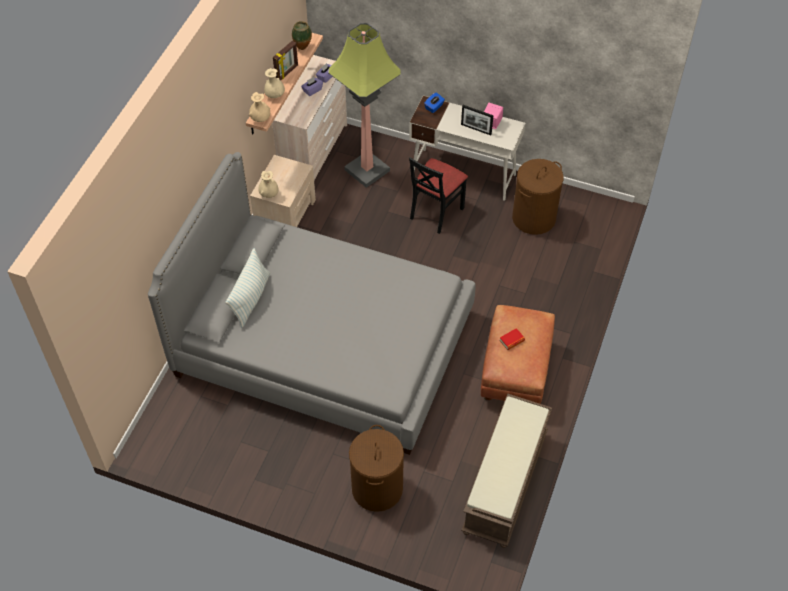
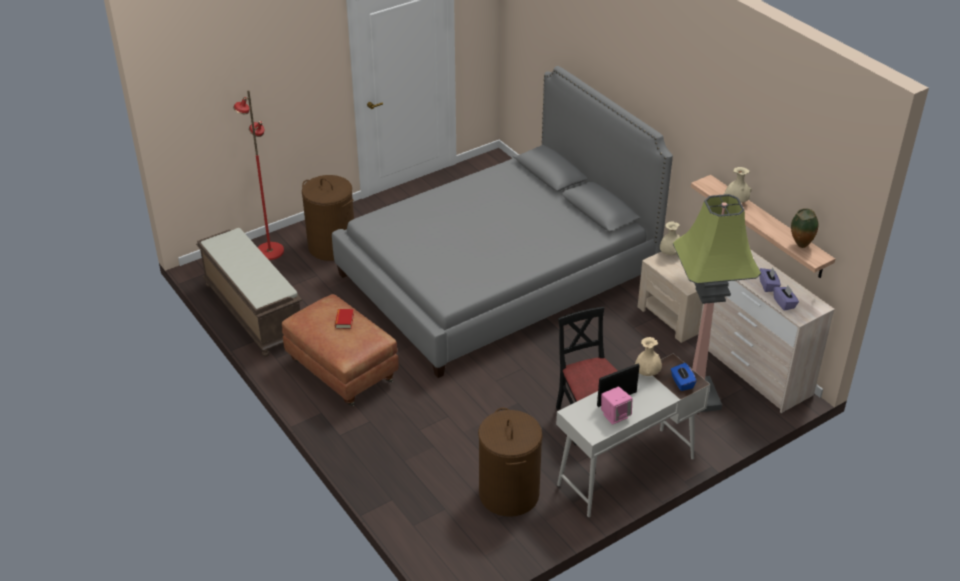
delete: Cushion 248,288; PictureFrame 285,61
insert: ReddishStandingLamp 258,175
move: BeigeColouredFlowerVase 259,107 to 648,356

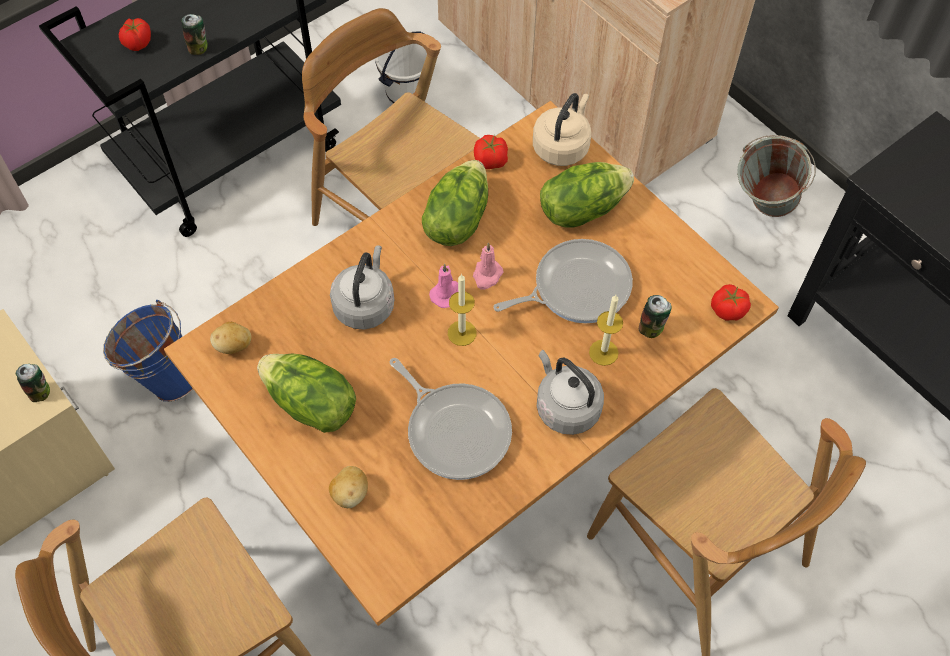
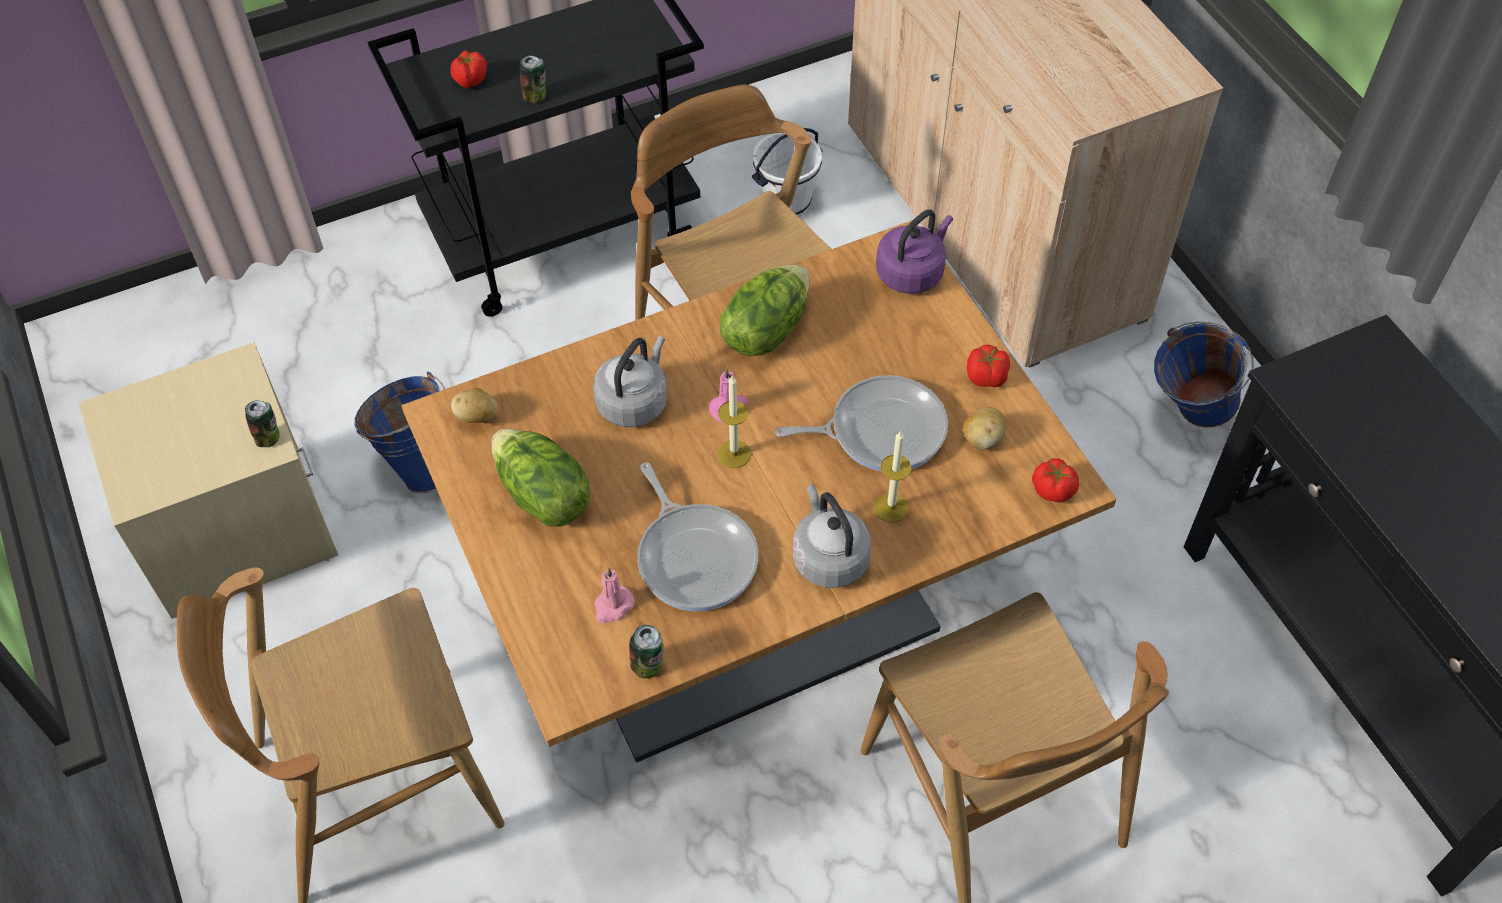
delete: LettuceHead 587,194
move: PinkWaxCandle 488,266 to 614,595; Can 655,316 to 646,652; Spud 348,487 to 984,428; Tomato 491,152 to 988,366
recolor: BeigeColouredTeaKettle 562,129 to PurpleColouredTeaKettle 914,252; GrayPail 776,176 to BluePail 1203,375

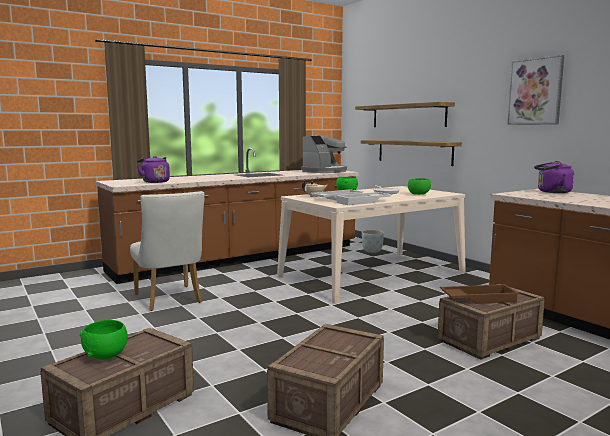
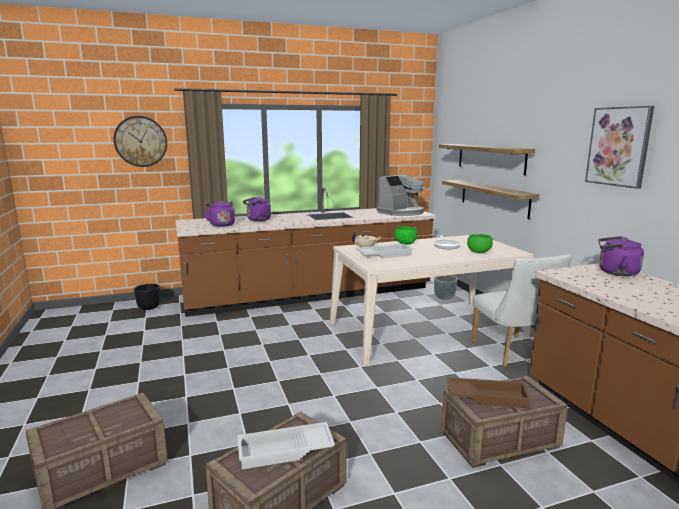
delete: GreenishBowl 103,340
insert: WallClock 140,141; BlackColouredPlantPot 147,297; PurpleColouredTeaKettle 257,209
move: WhiteColouredTray 363,198 to 286,445; WhiteColouredChair 167,251 to 521,310

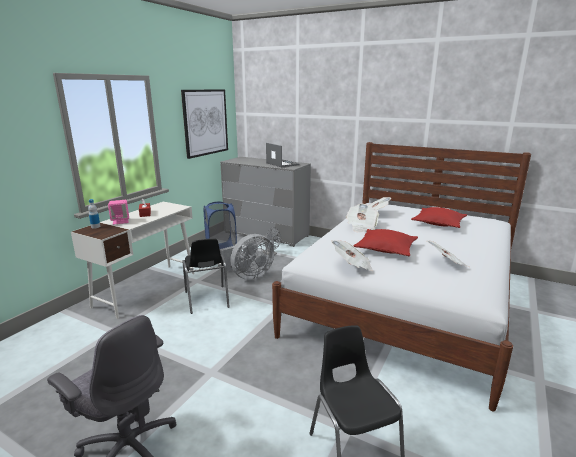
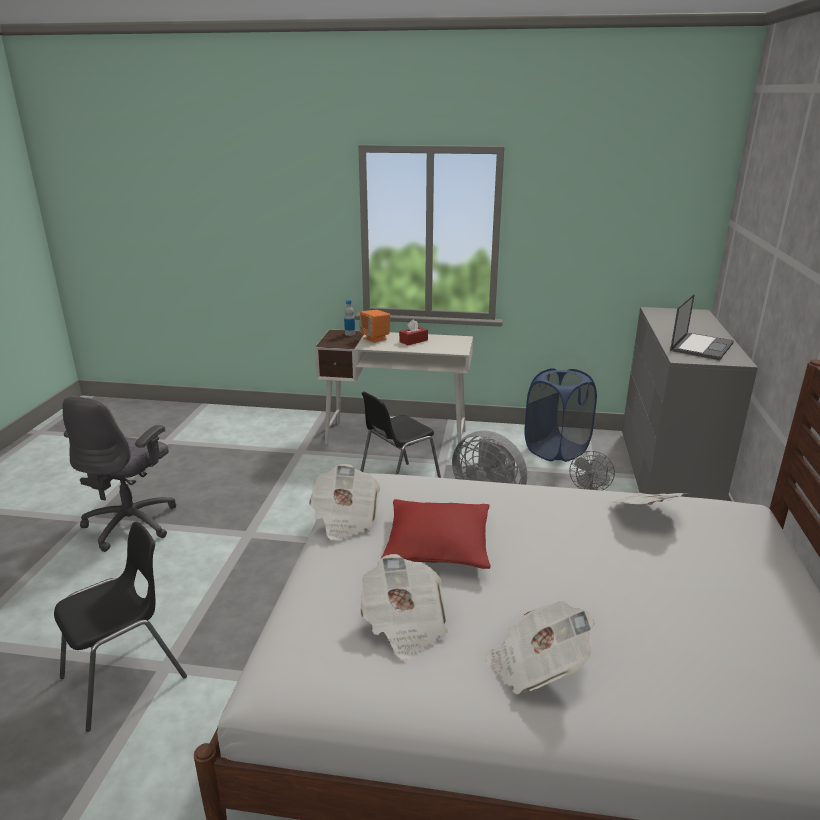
delete: Picture 204,124; ReddishCushion 439,217
move: DailyPaper 362,218 to 540,647
recolor: PinkSpeaker 118,212 to OrangeSpeaker 374,326

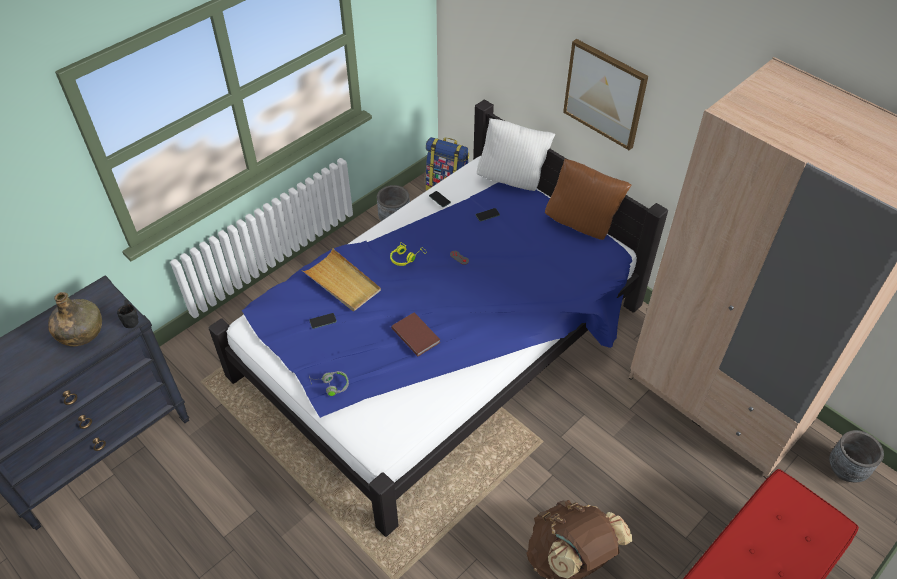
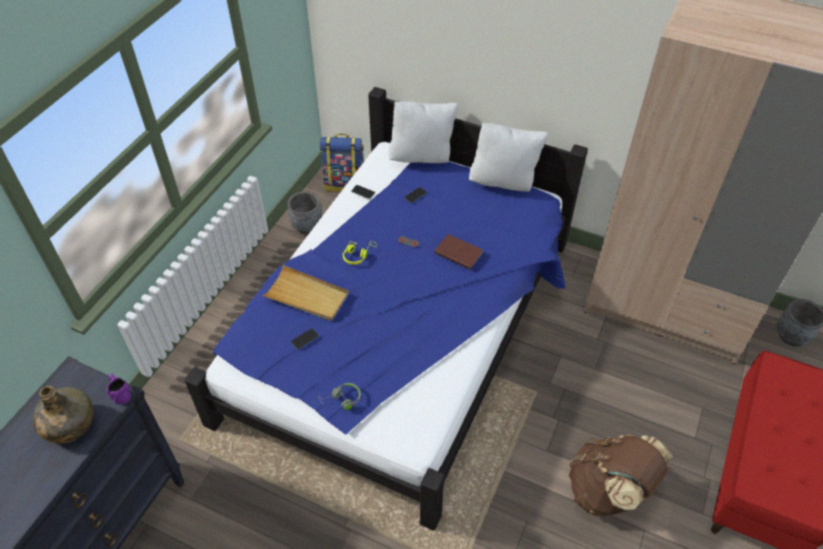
delete: Picture 605,94
move: BrownVolume 416,334 to 458,251
recolor: BlackColouredCoffeeMug 128,313 to PurpleColouredCoffeeMug 118,389; BrownCushion 588,199 to WhiteColouredCushion 508,157

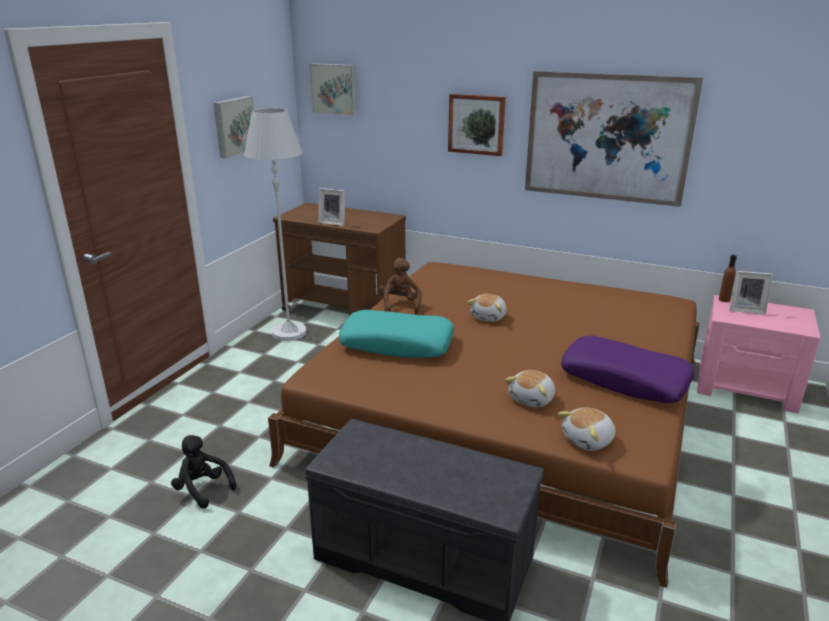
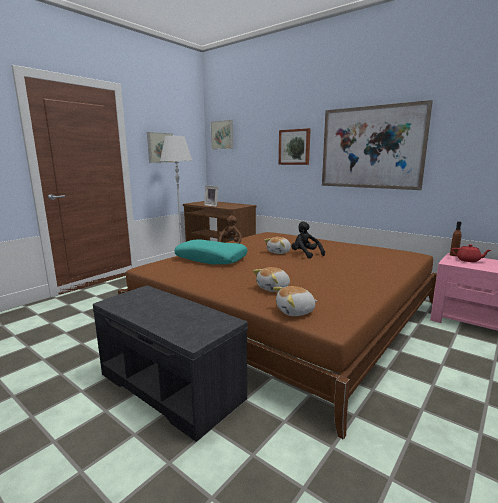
delete: PurpleColouredCushion 627,369
move: BlackColouredCuddlyToy 203,472 to 308,240
replace: PictureFrame 751,292 to ReddishTeapot 471,253

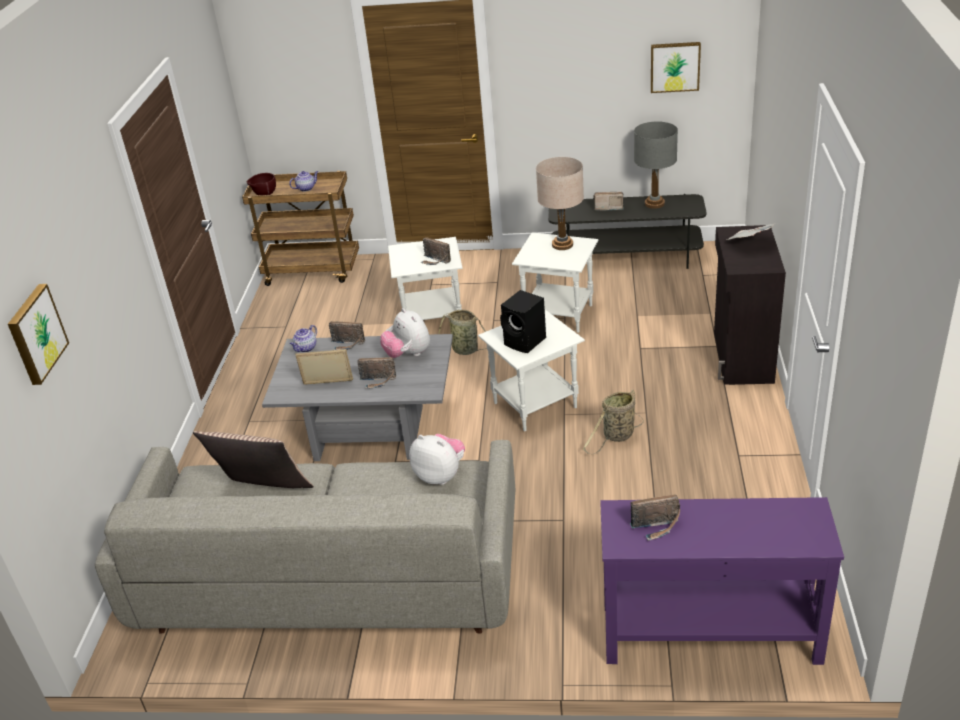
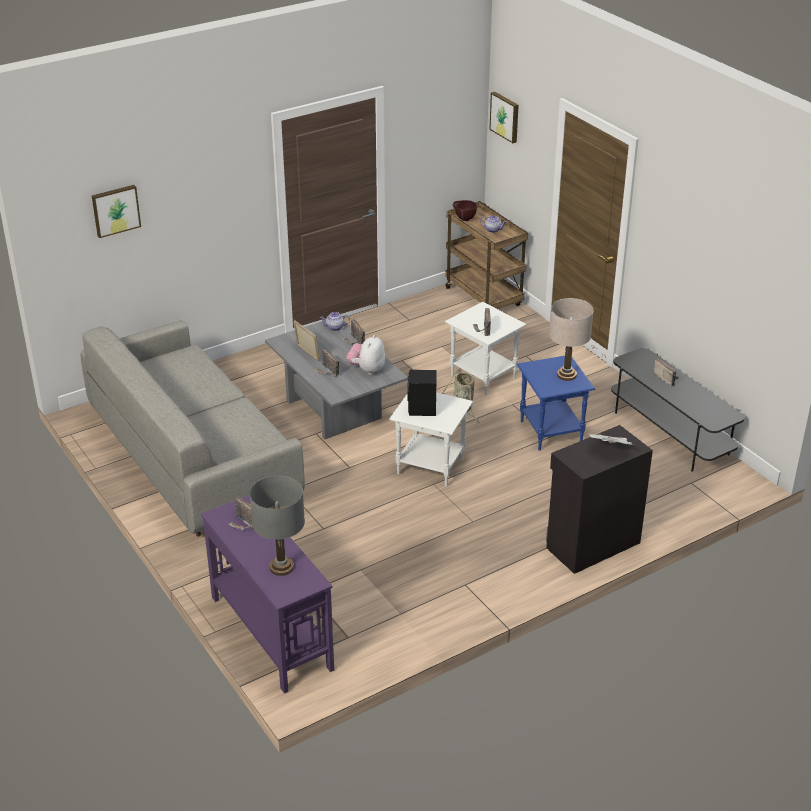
delete: Cushion 253,459; CuddlyToy 437,459; StorageBasket 613,422
move: GrayTabletopLamp 656,165 to 277,526; Picture 676,67 to 504,117
recolor: WhiteColouredEndTable 555,282 to BlueEndTable 556,403

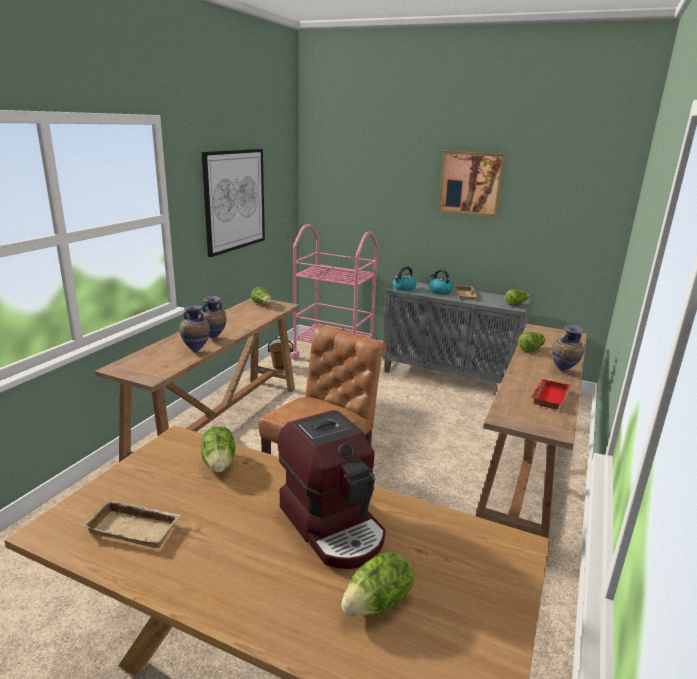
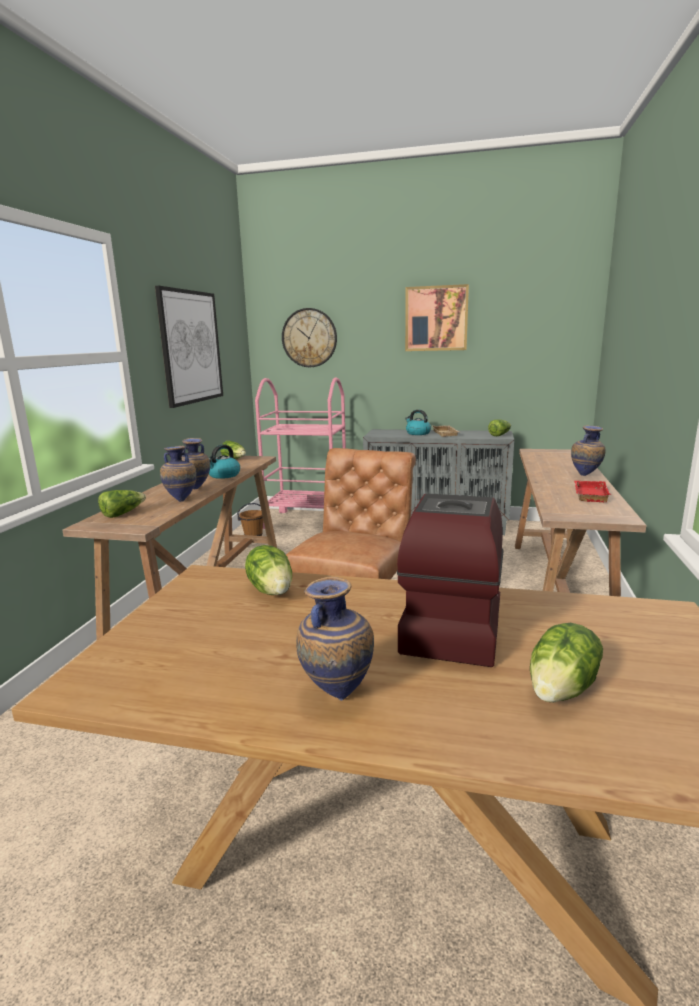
delete: BeigeColouredTray 131,524
insert: WallClock 309,337; FlowerVase 335,639
move: LettuceHead 531,342 to 122,504; TeaKettle 404,278 to 224,462
rotate: CoffeeMachine 331,489 = 450,580 120 degrees counterclockwise

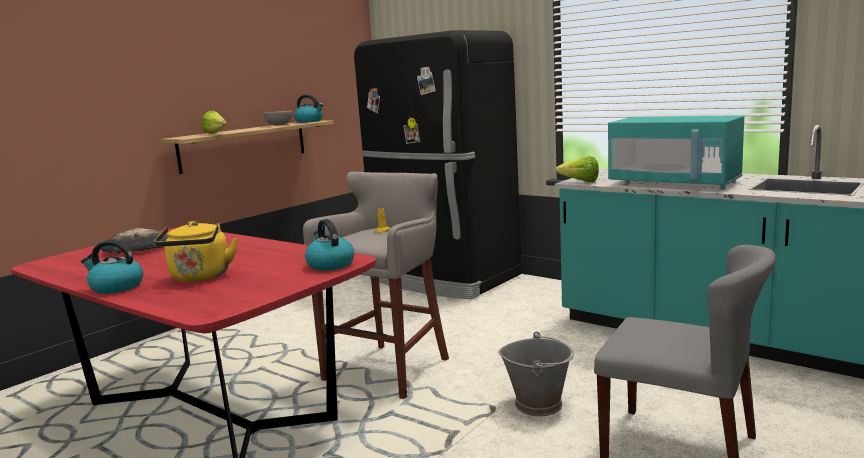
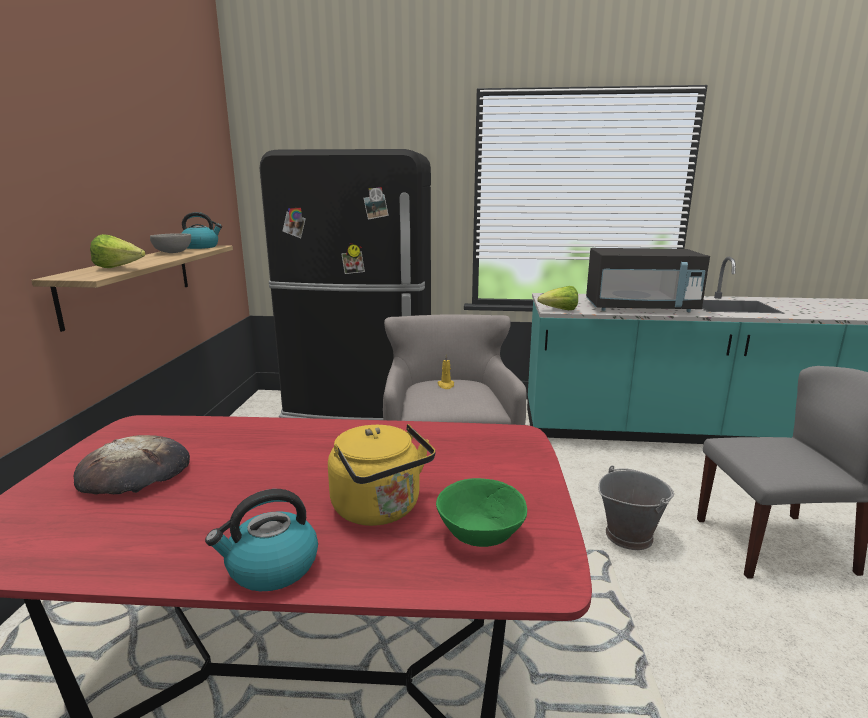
delete: TeaKettle 329,245
insert: GreenishBowl 481,512
recolor: TurquoiseColouredMicrowave 676,152 to BlackColouredMicrowave 648,280

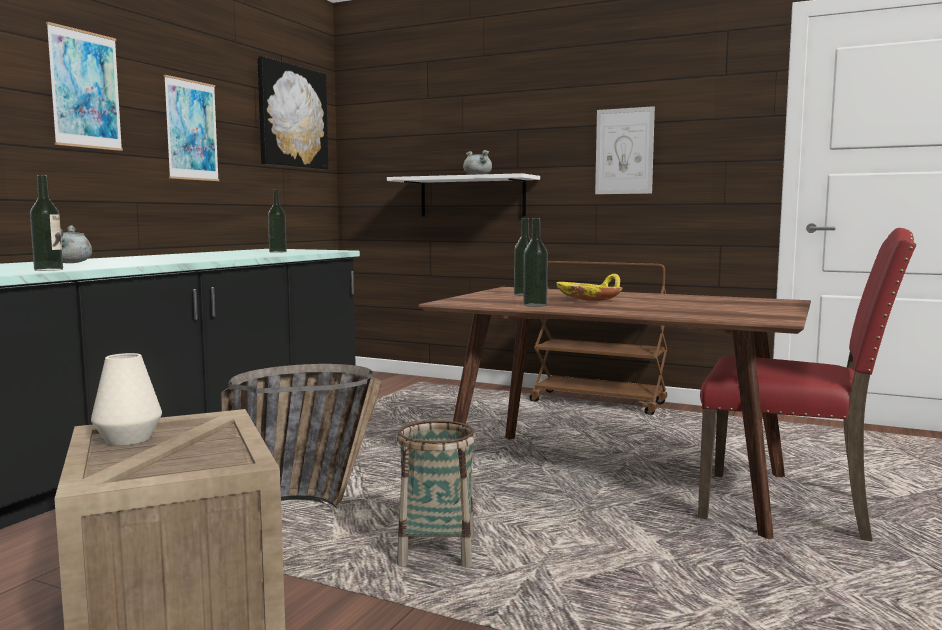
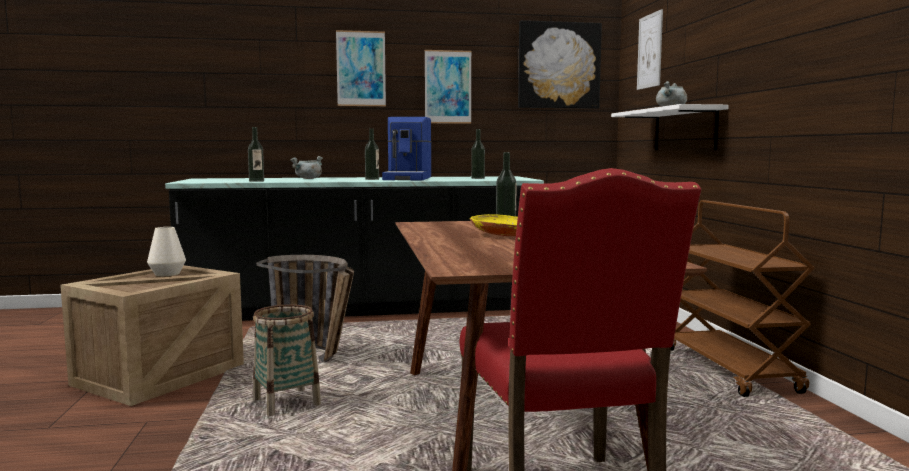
insert: CoffeeMachine 407,148
move: Bottle 535,262 to 372,154; Picture 625,150 to 650,49

